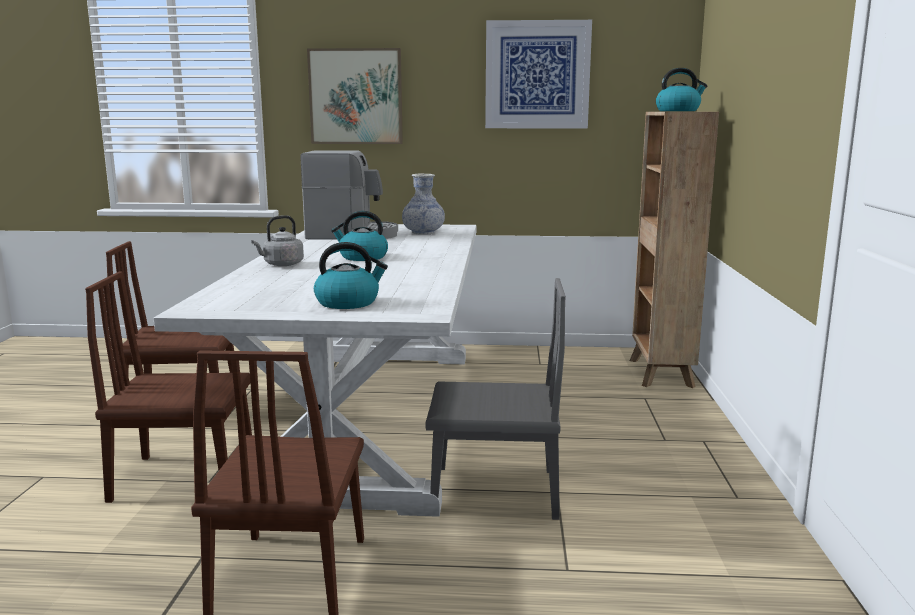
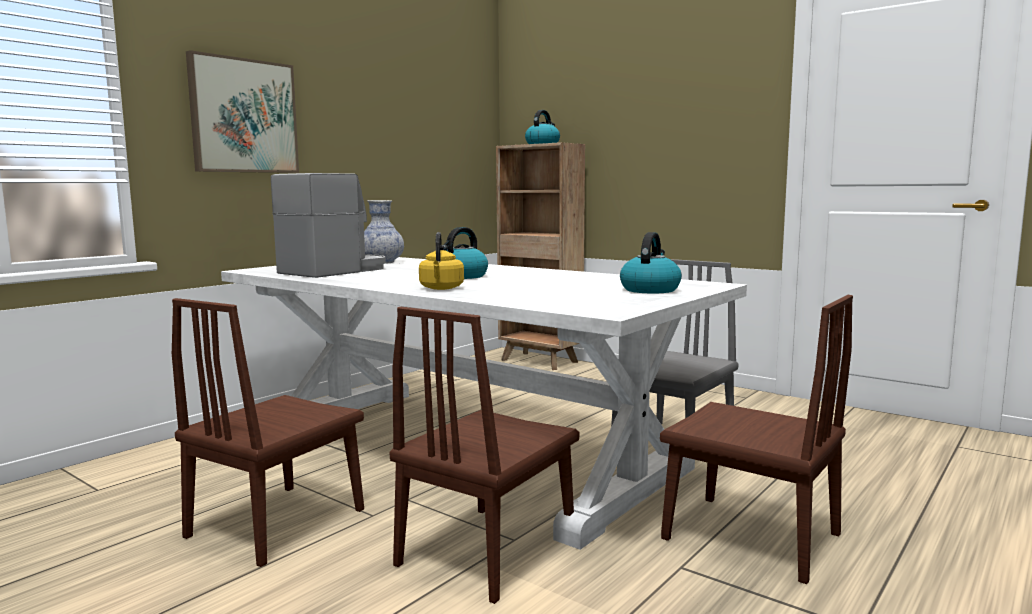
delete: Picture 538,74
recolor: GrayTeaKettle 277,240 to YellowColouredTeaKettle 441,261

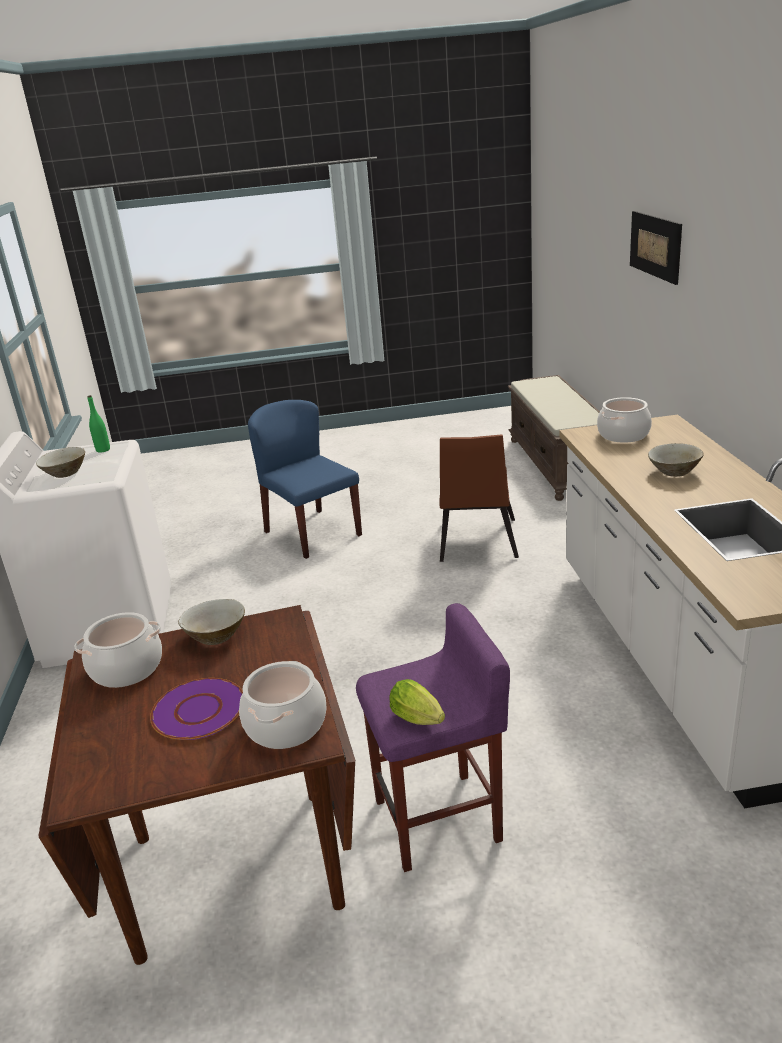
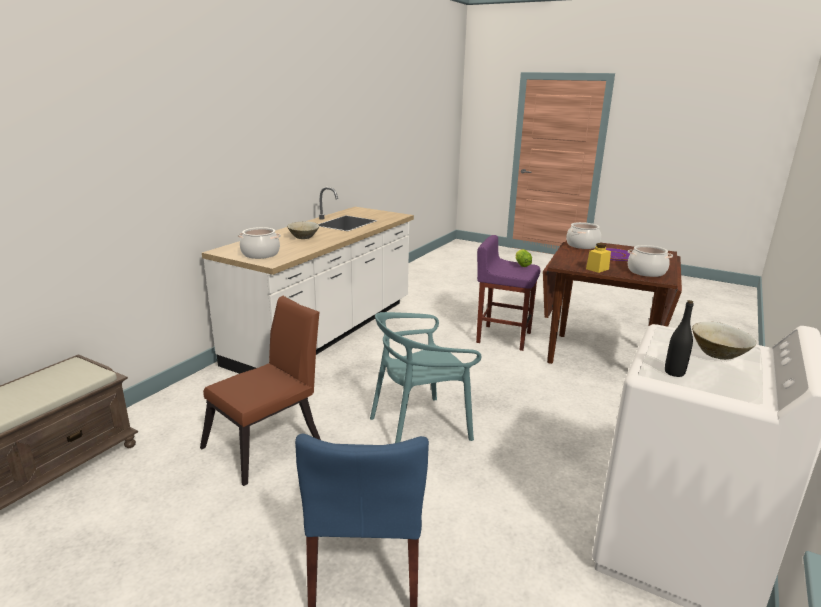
delete: Picture 656,248
insert: TurquoiseColouredChair 425,377
replace: BeigeColouredBowl 211,622 to YellowColouredStorageJar 598,258
recolor: GreenishBottle 98,424 to BlackColouredBottle 679,338

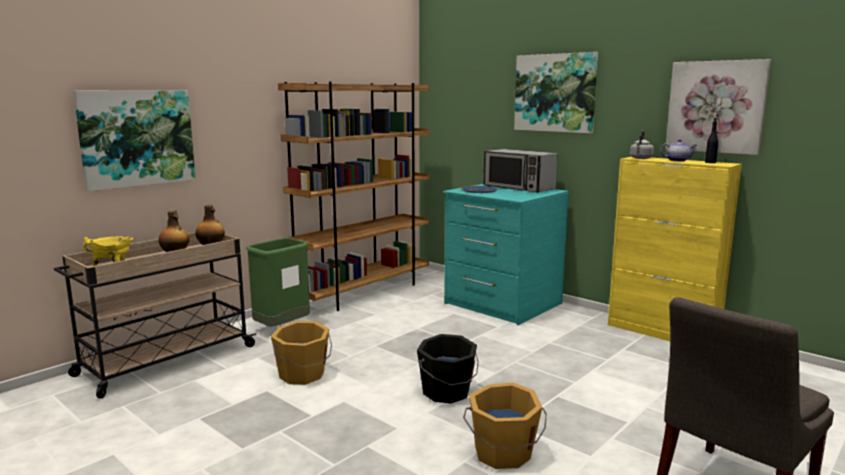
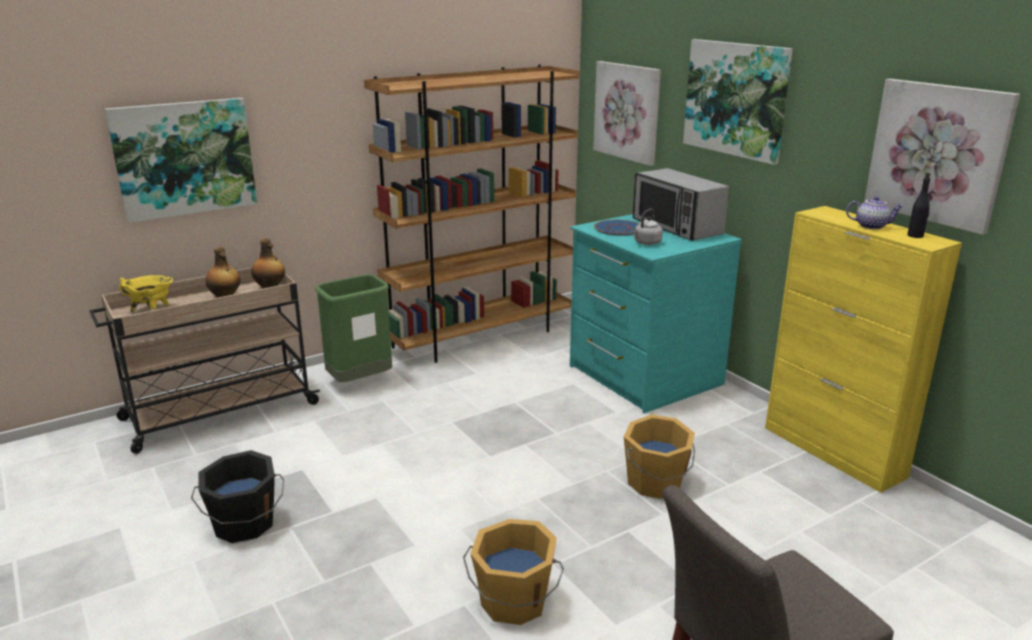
insert: Picture 627,113
move: BlackColouredPail 448,368 to 237,496; OrangePail 301,353 to 659,457; GrayTeaKettle 642,144 to 648,226

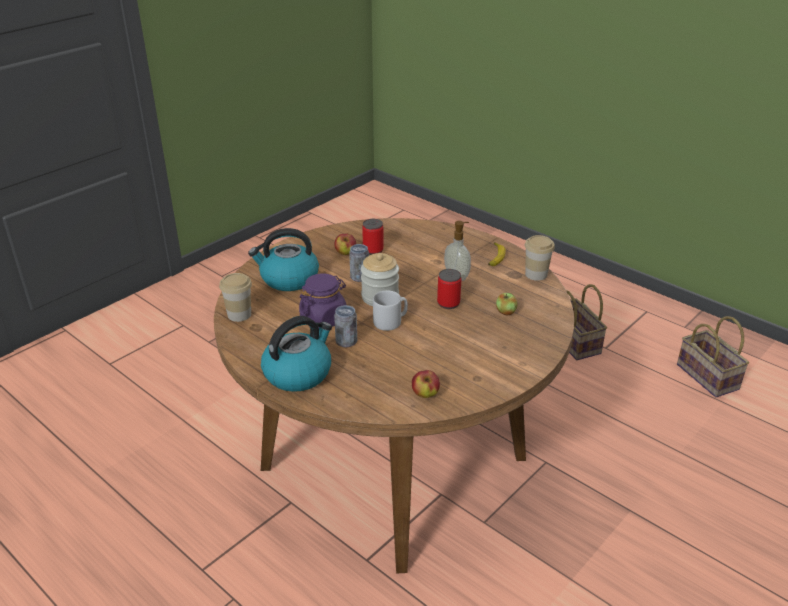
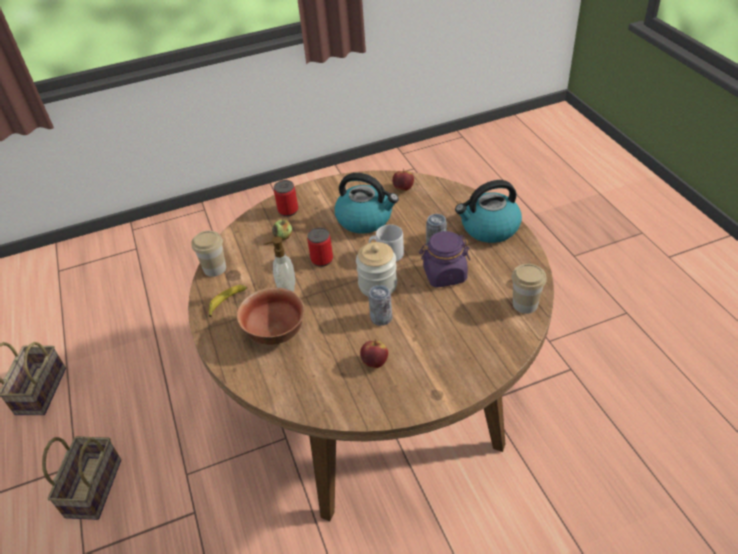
insert: Bowl 271,316
move: Can 373,237 to 286,198; TeaKettle 283,259 to 367,203

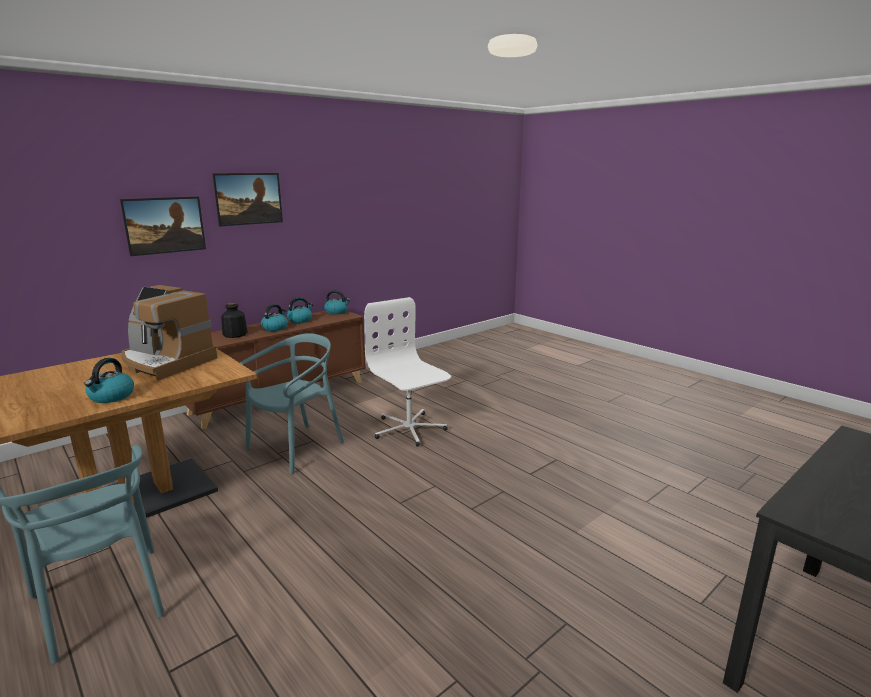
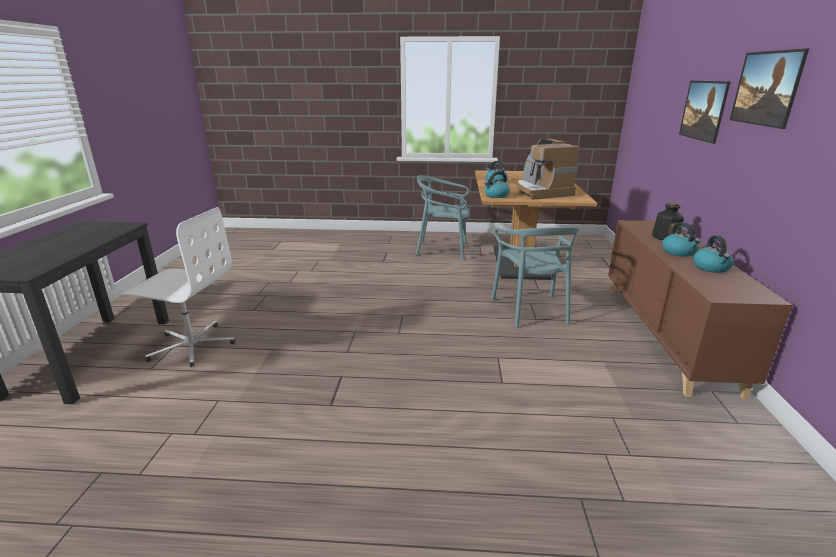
move: WhiteColouredDeskChair 407,371 to 178,287; TeaKettle 337,302 to 497,184
rotate: CoffeeMachine 169,332 = 547,169 90 degrees counterclockwise

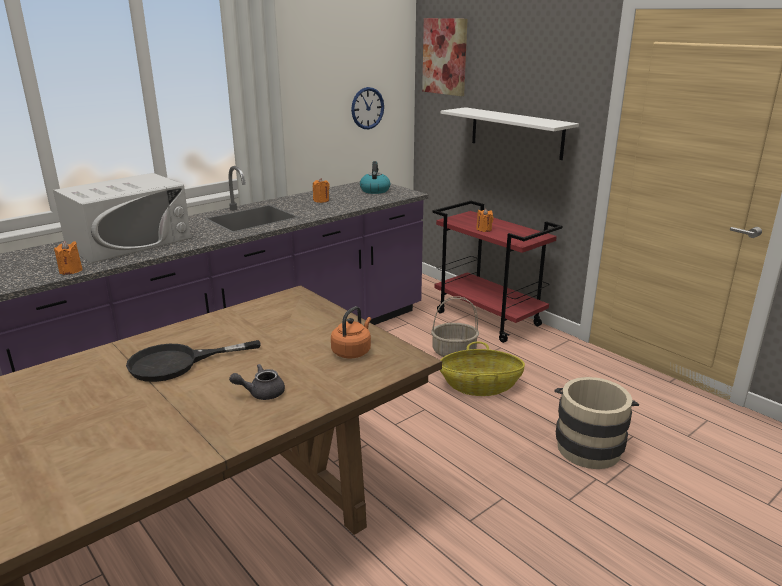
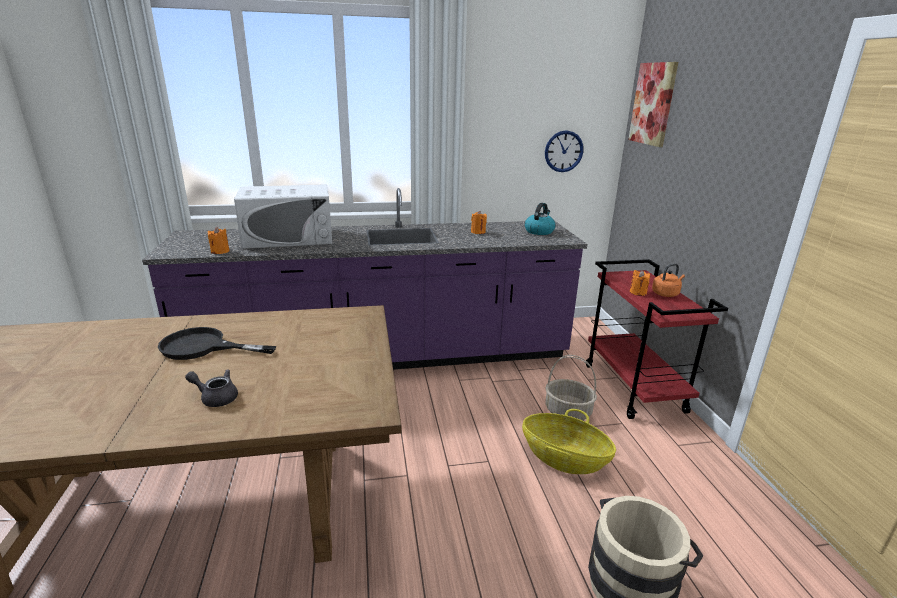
delete: WhiteColouredBracketShelf 510,133
move: OrangeTeaKettle 351,332 to 668,280

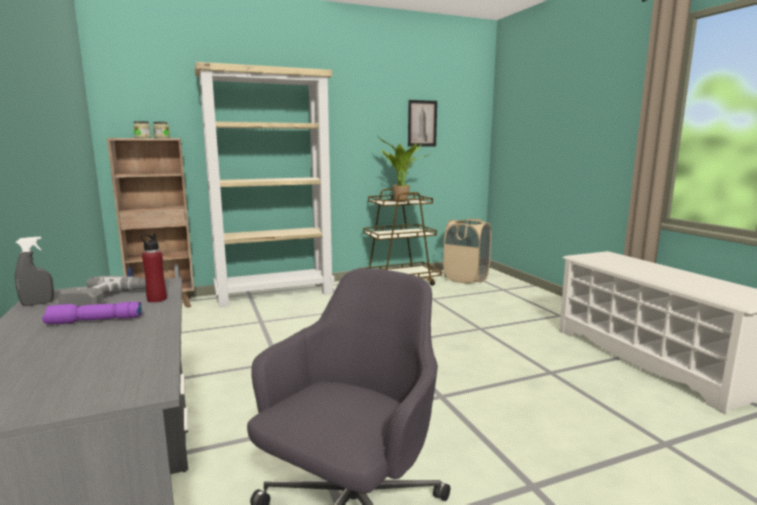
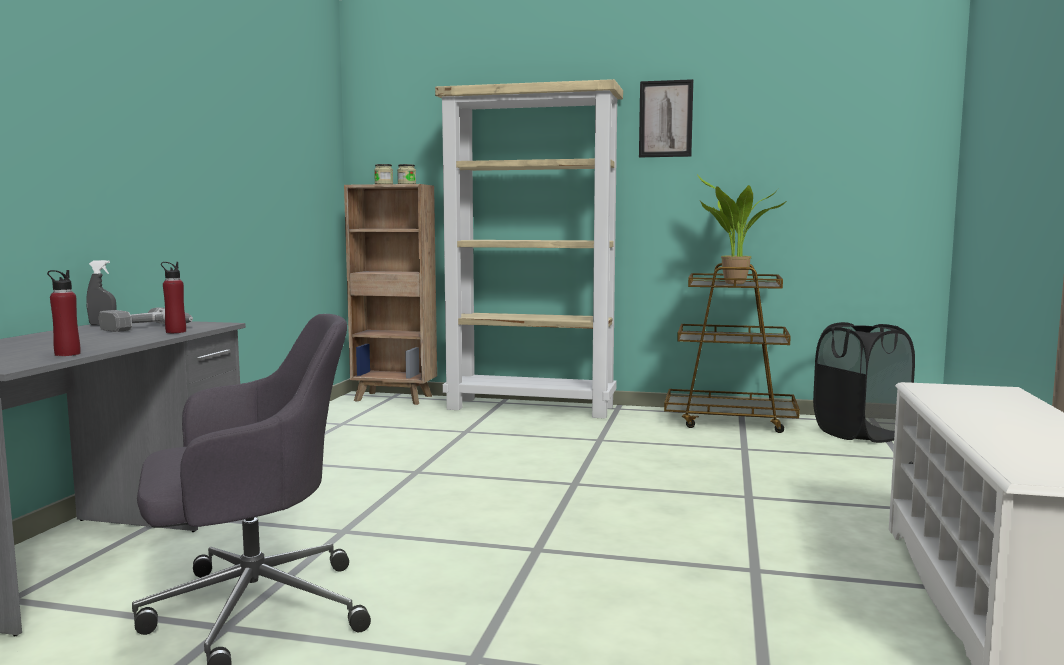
delete: PurpleColouredTorch 92,313
insert: ReddishBottle 63,313
move: Picture 422,123 to 666,118
recolor: BeigeColouredLaundryBasket 467,251 to BlackColouredLaundryBasket 864,382

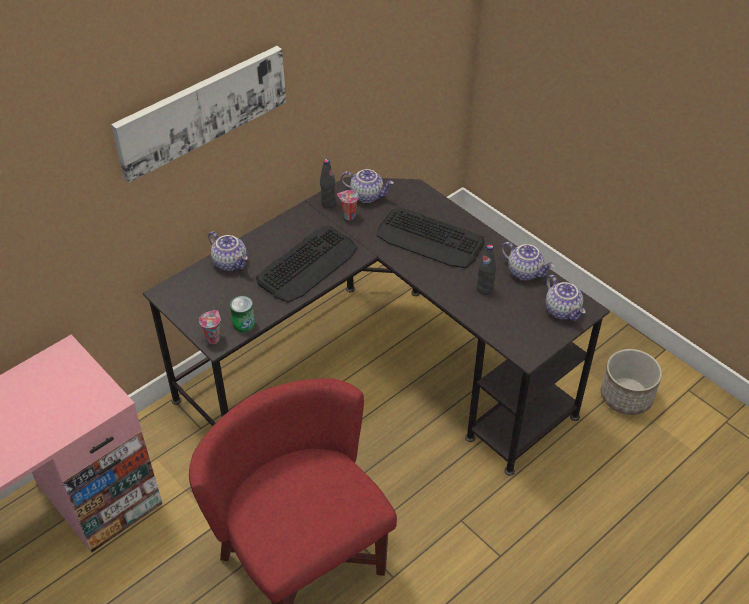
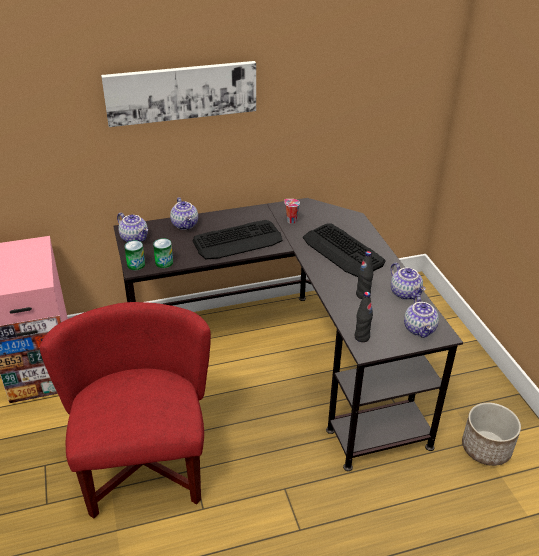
move: Teapot 367,186 to 132,227; BlackColouredBottle 328,183 to 364,317
replace: DrinkingCup 210,327 to Can 134,255

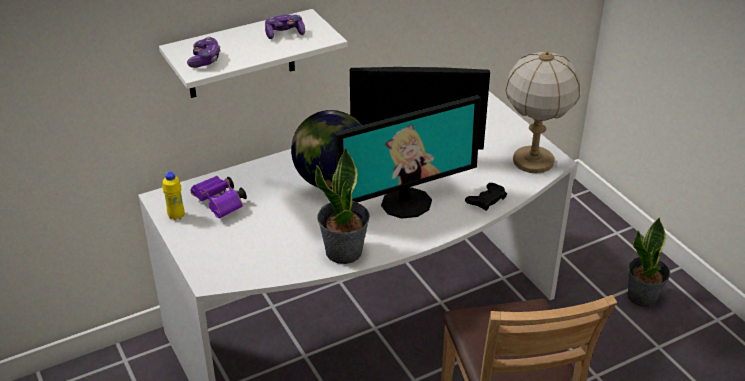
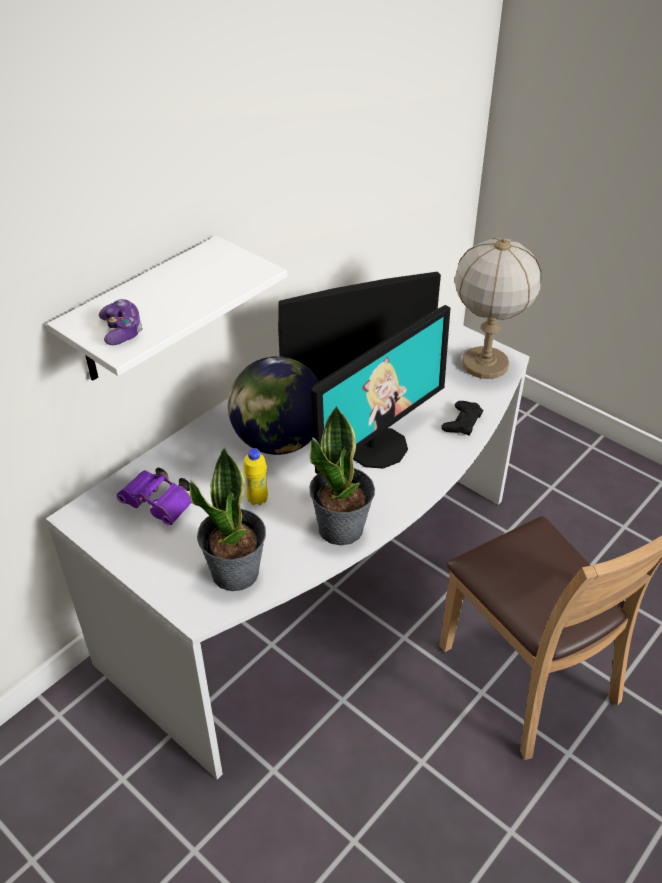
delete: Gamepad 285,27
move: PlantInAPot 648,262 to 228,519; YellowColouredBottle 173,195 to 255,477

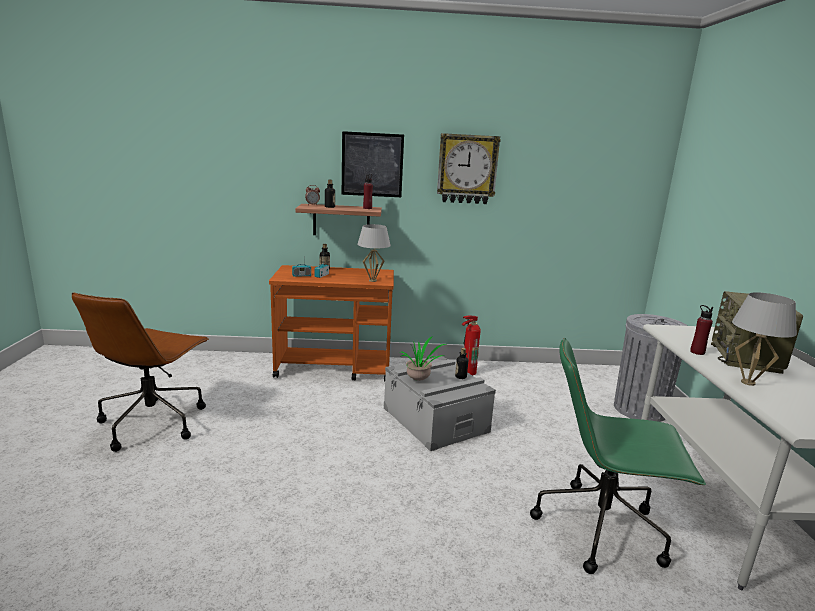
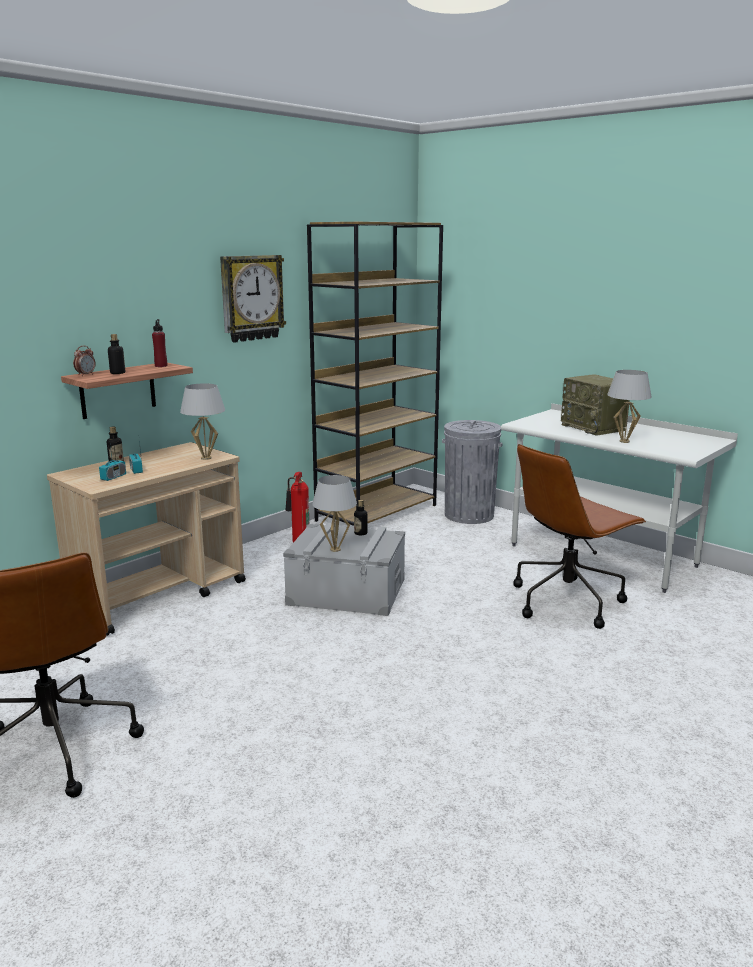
delete: Picture 373,164; ReddishBottle 701,330
insert: BrownBookshelf 375,374
replace: PlantInAPot 422,358 to WhiteColouredTabletopLamp 334,513
recolor: OrangeCart 331,323 to BeigeColouredCart 146,539; GreenishDeskChair 618,456 to BrownDeskChair 579,536

